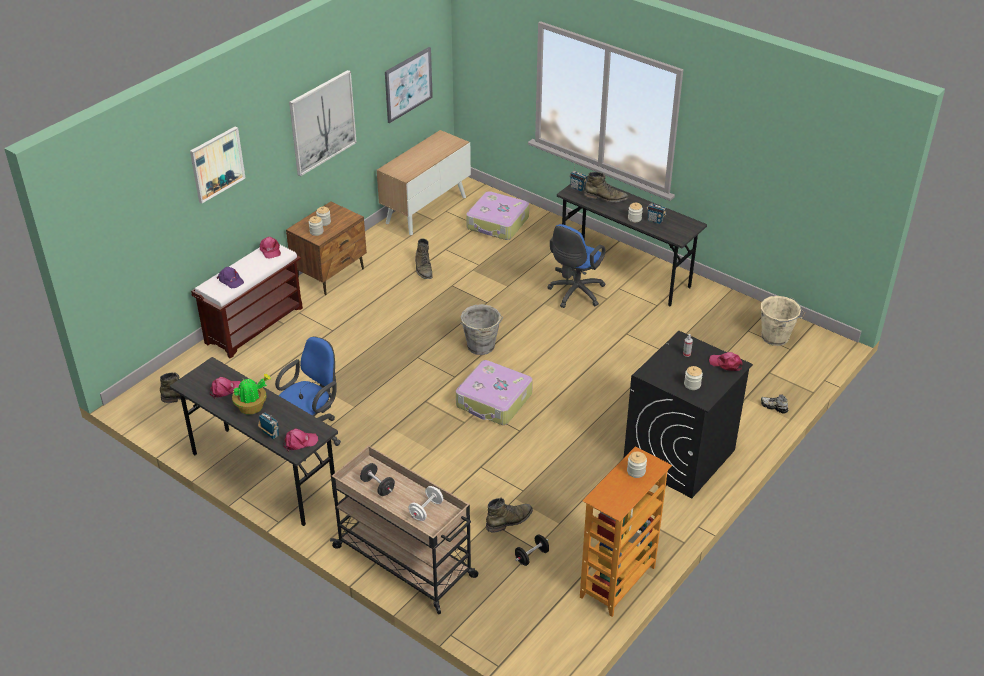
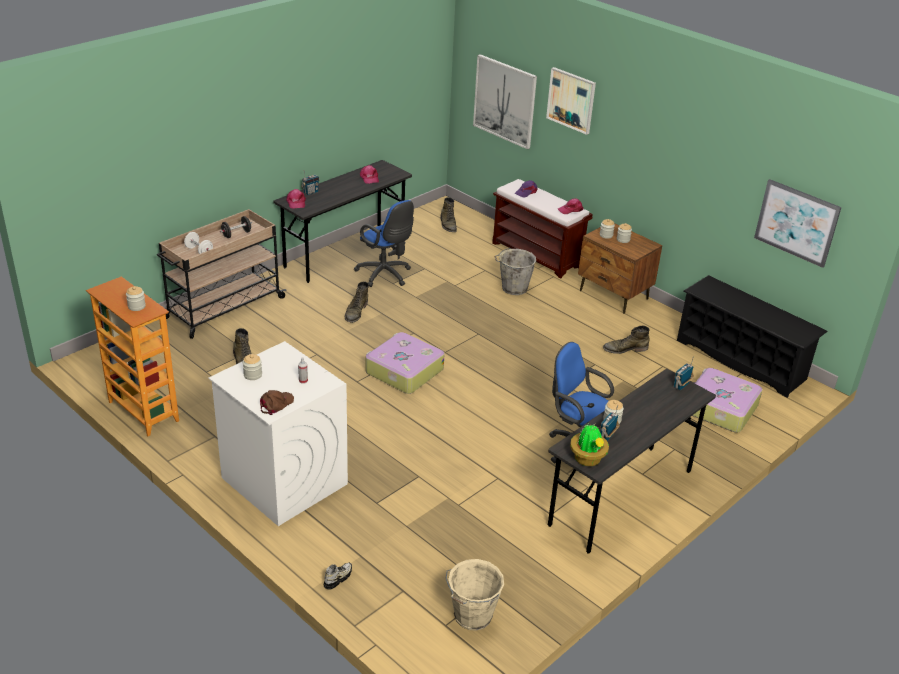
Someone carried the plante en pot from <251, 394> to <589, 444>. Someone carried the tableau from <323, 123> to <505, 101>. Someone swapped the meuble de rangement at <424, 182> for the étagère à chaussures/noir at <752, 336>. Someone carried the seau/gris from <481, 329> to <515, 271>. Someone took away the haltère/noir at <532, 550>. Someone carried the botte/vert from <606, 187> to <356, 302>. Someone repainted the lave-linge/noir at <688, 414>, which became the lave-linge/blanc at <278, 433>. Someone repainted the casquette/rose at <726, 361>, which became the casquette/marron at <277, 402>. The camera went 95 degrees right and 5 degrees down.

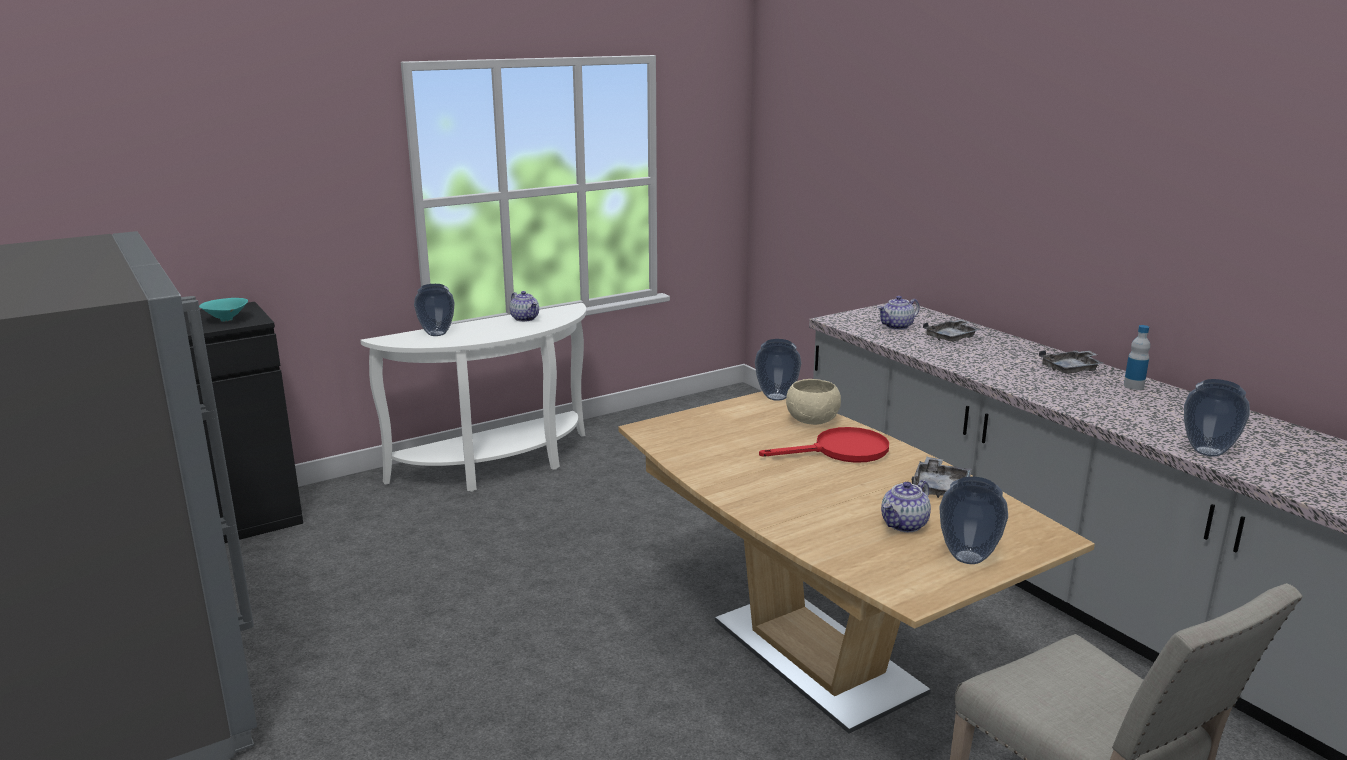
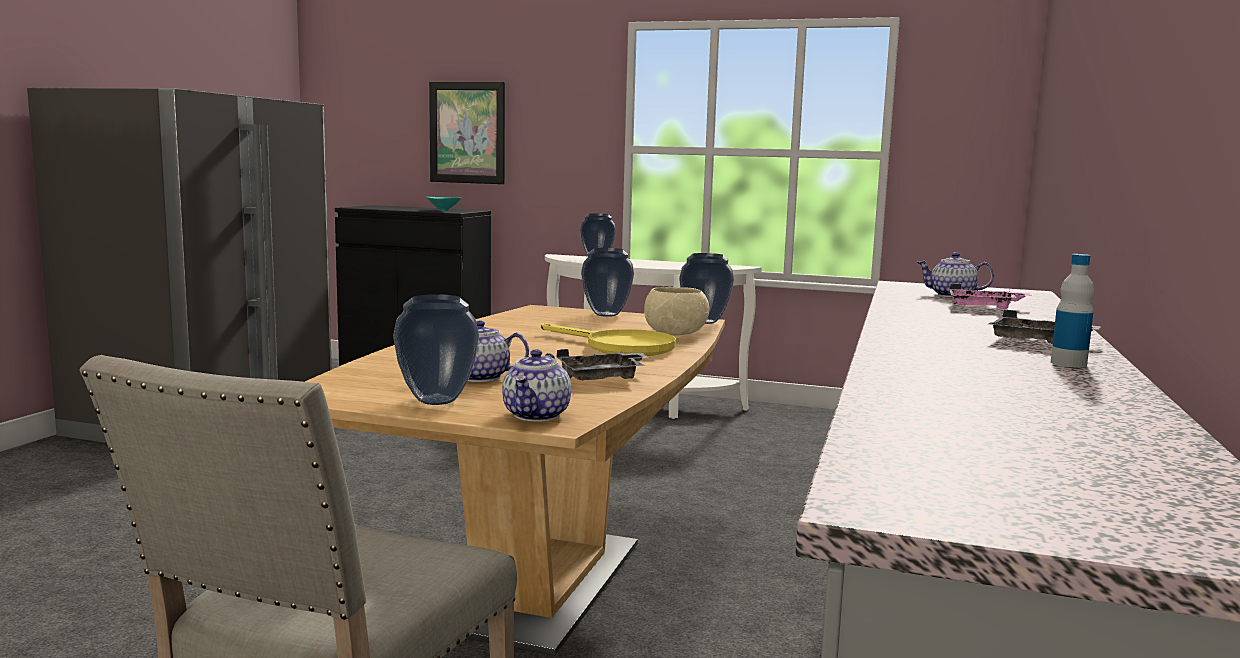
Someone carried the théière from <524, 306> to <536, 385>. Someone repainted the poêle/rouge at <824, 445>, which became the poêle/jaune at <608, 339>. Someone repainted the plateau/gris at <952, 331>, which became the plateau/rose at <990, 296>. Someone carried the vase from <1217, 417> to <607, 282>. Someone put up the tableau at <467, 133>. The camera went 50 degrees right and 10 degrees down.

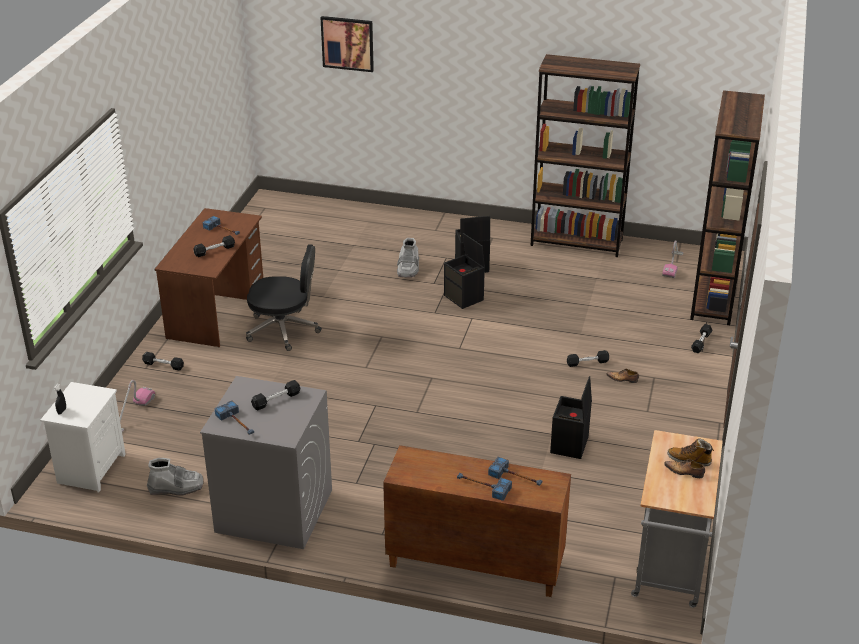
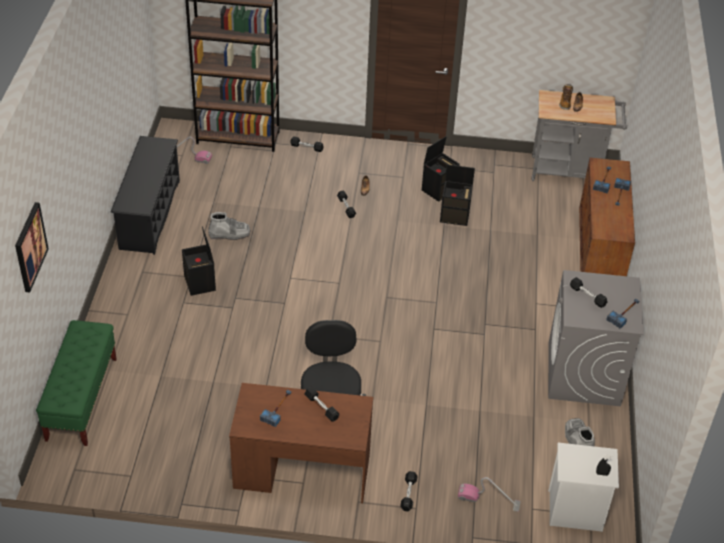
Someone carried the botte/gris from <408, 258> to <229, 226>. Someone carried the boîte de rangement/noir from <464, 271> to <441, 169>. Someone swapped the bibliothèque/marron at <585, 155> for the étagère à chaussures/noir at <145, 195>. Someone put down the banc/vert at <76, 383>. The camera went 100 degrees left and 10 degrees up.

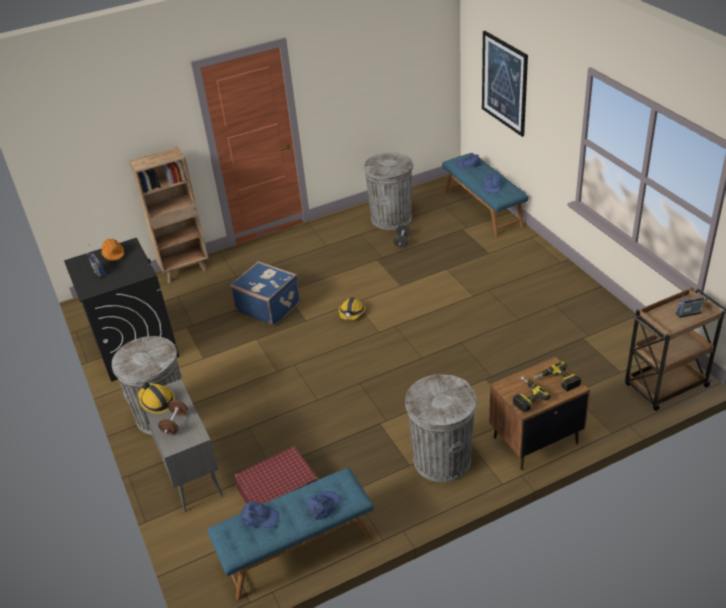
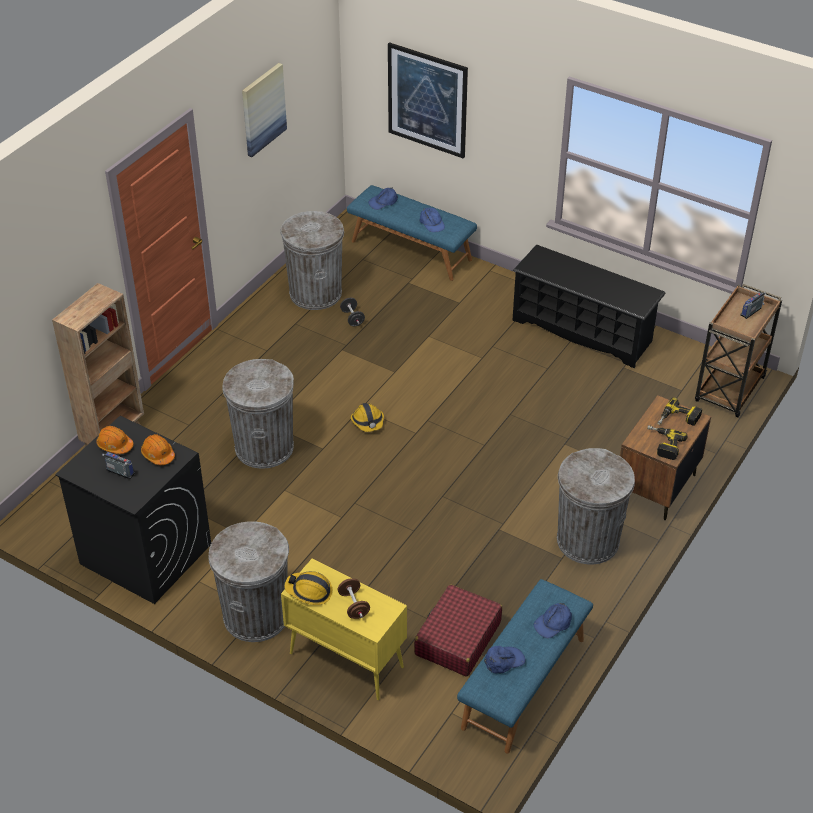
Someone repainted the meuble de rangement/gris at <182, 445>, which became the meuble de rangement/jaune at <344, 629>. Someone swapped the valise/bleu at <265, 293> for the poubelle/gris at <258, 414>. Someone rotated the casquette/bleu at <324, 505> by 135 degrees counterclockwise. Someone put down the casque de chantier/orange at <158, 449>. Someone put up the tableau at <264, 110>. Someone put down the étagère à chaussures/noir at <589, 306>. The camera went 35 degrees left and 5 degrees up.

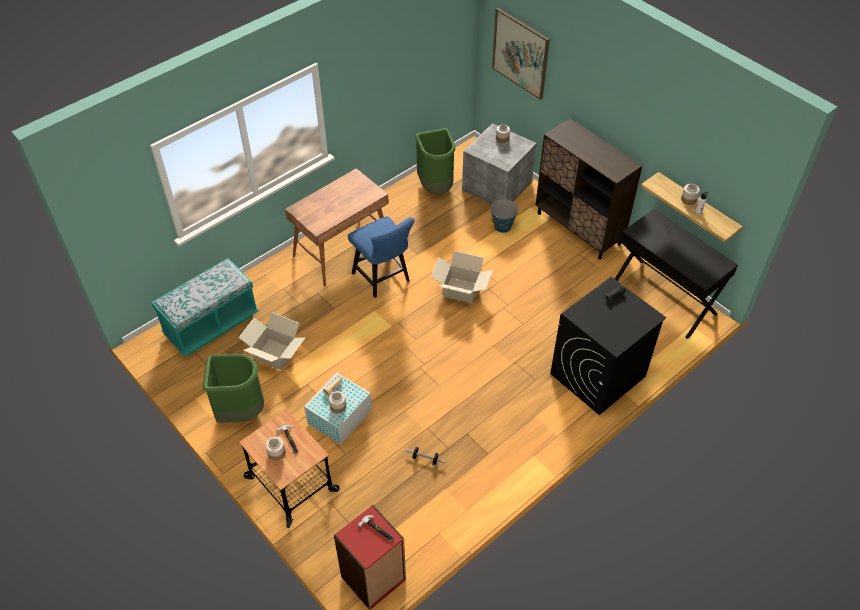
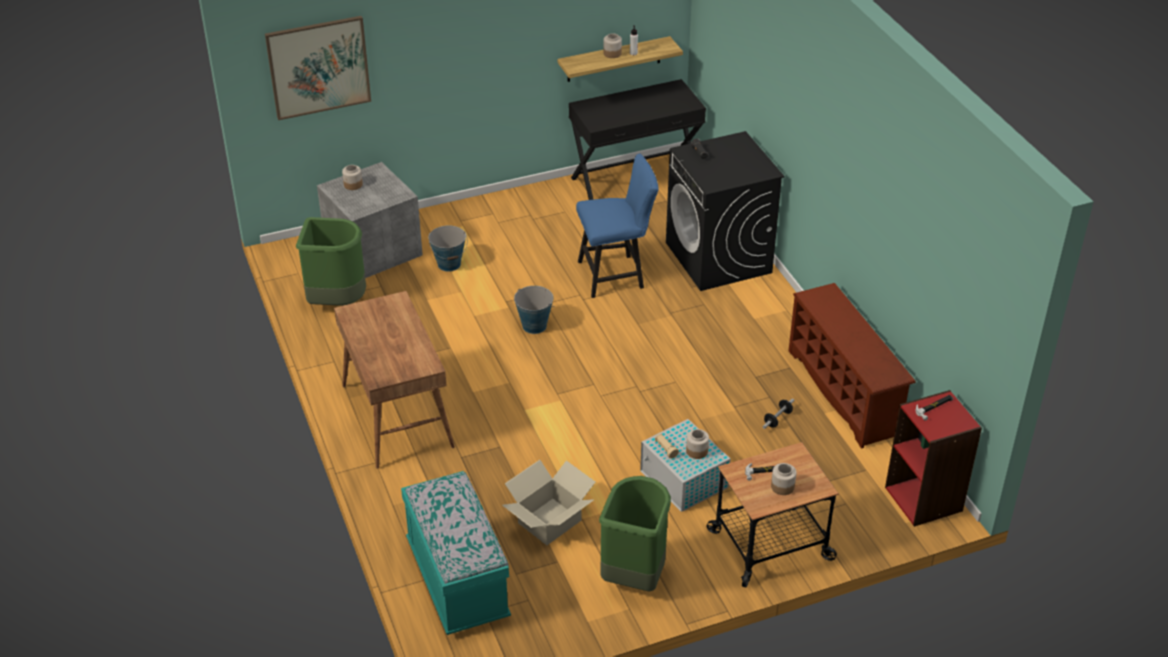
Someone carried the chaise/bleu from <381, 257> to <617, 226>. Someone swapped the carton at <462, 277> for the seau at <534, 310>. Someone took away the meuble de rangement/marron at <589, 189>. Someone put down the étagère à chaussures/marron at <852, 366>. The camera went 70 degrees left and 10 degrees down.

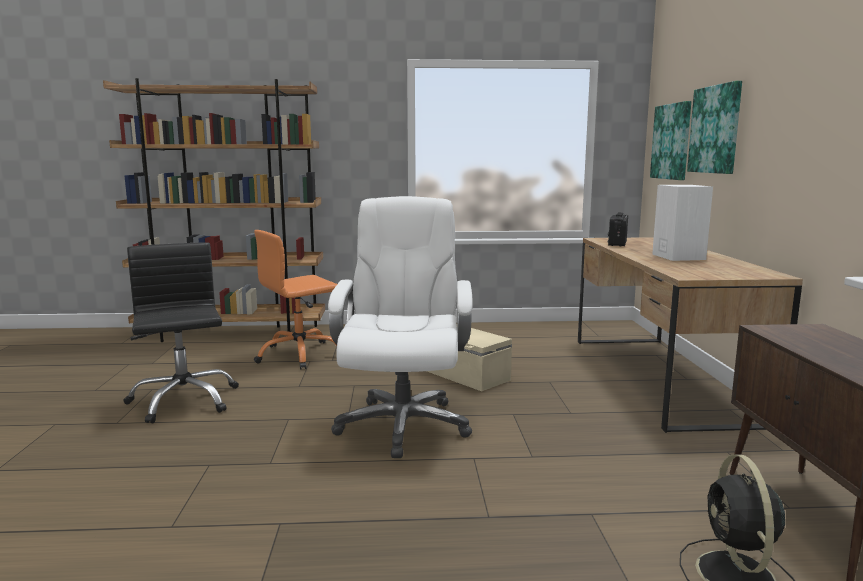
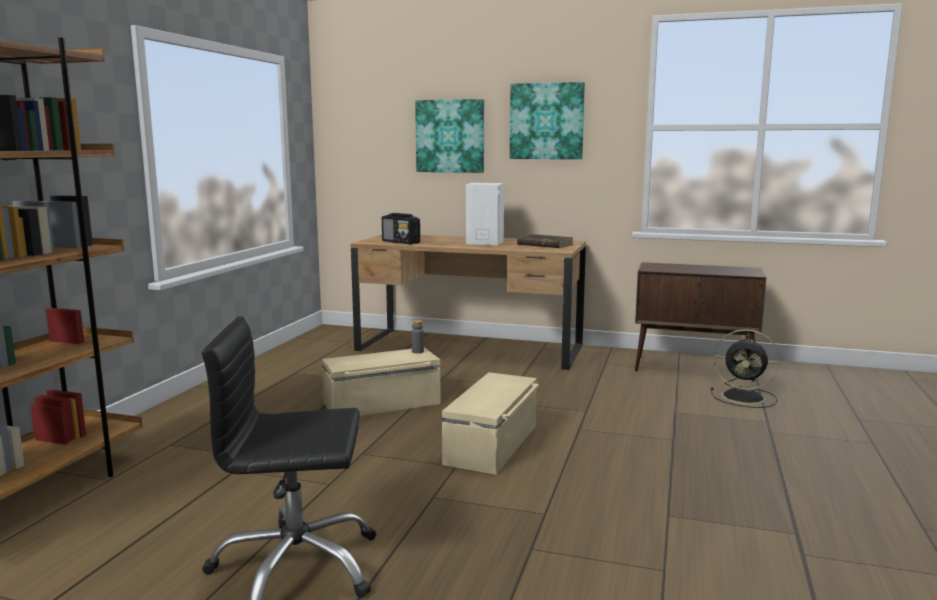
Someone took away the chaise de bureau/orange at <295, 299>. Someone swapped the chaise de bureau/blanc at <400, 327> for the boîte de rangement/beige at <490, 423>. Someone carried the tableau from <670, 140> to <547, 120>. Someone put down the bouteille/gris at <417, 336>. Someone put down the livre/marron at <545, 241>. The camera went 70 degrees left and 0 degrees up.

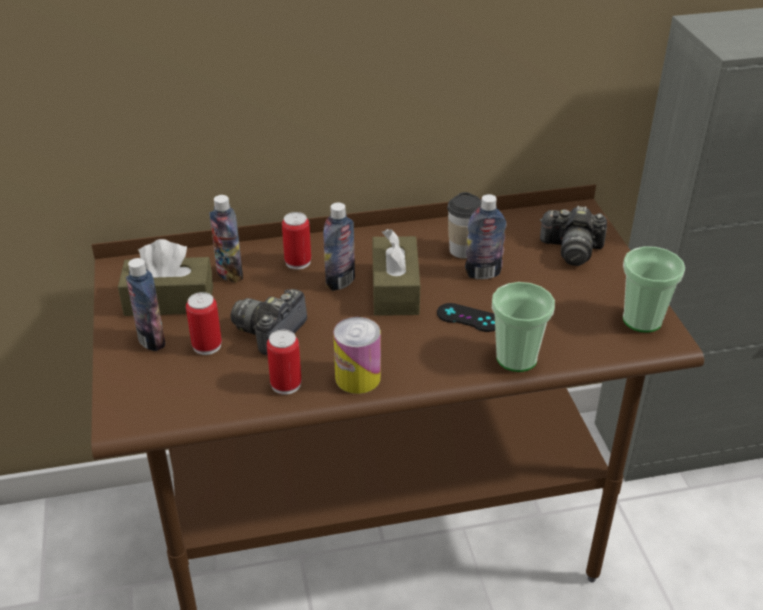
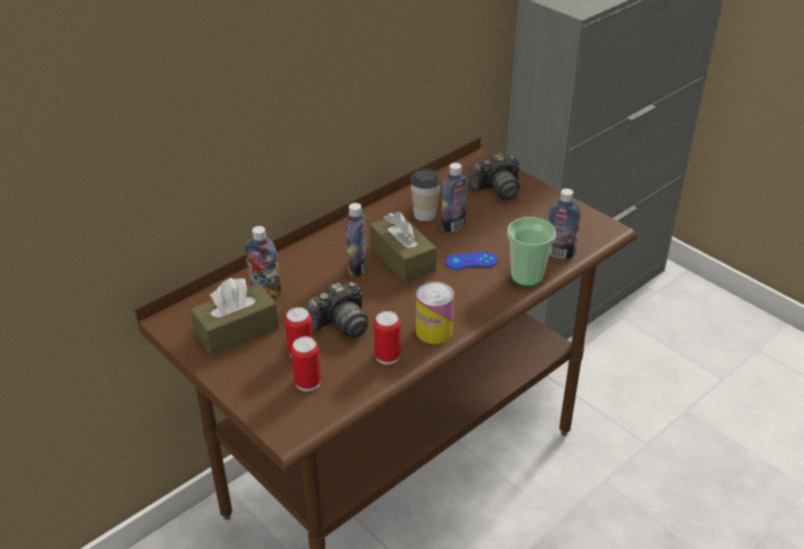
Someone carried the bouteille from <145, 304> to <564, 223>. Someone rotated the appareil photo at <269, 322> by 120 degrees counterclockwise. Someone carried the boîte métallique from <296, 241> to <306, 363>. Someone repainted the manette/noir at <466, 317>, which became the manette/bleu at <471, 261>. Someone took away the tasse at <654, 289>. The camera went 30 degrees left and 0 degrees up.

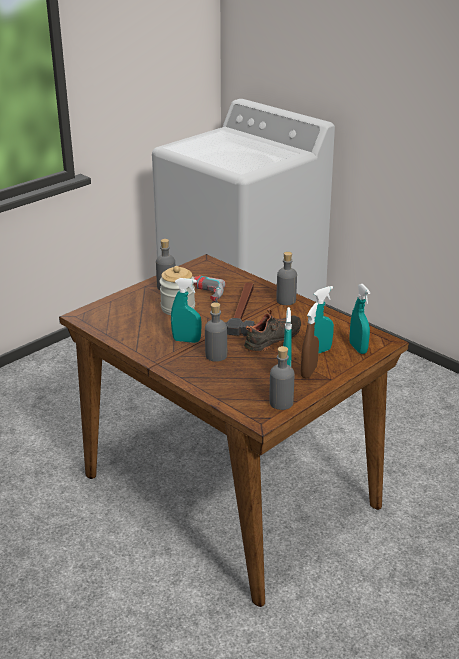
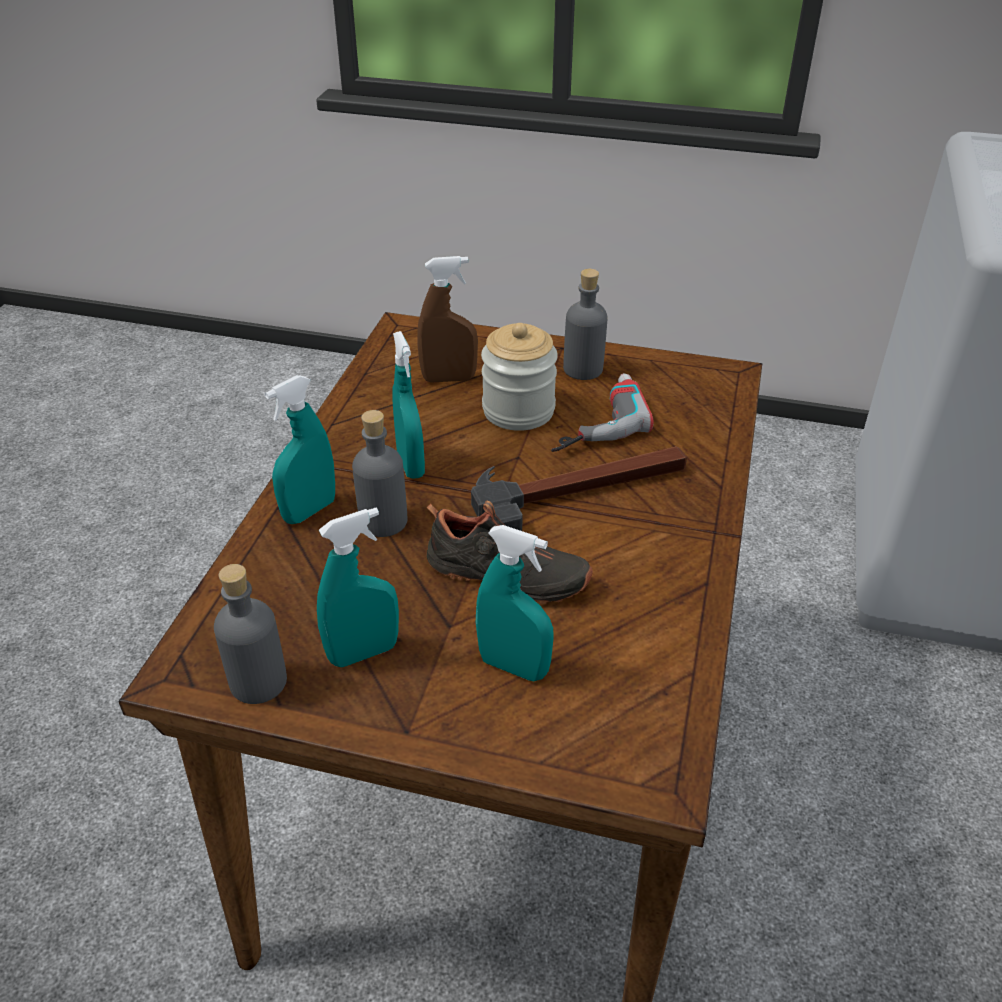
Someone took away the bouteille/gris at <286, 278>. Someone carried the vaporisateur/marron from <310, 340> to <447, 319>. Someone carried the vaporisateur/turquoise from <359, 319> to <300, 449>. The camera went 60 degrees right and 10 degrees up.

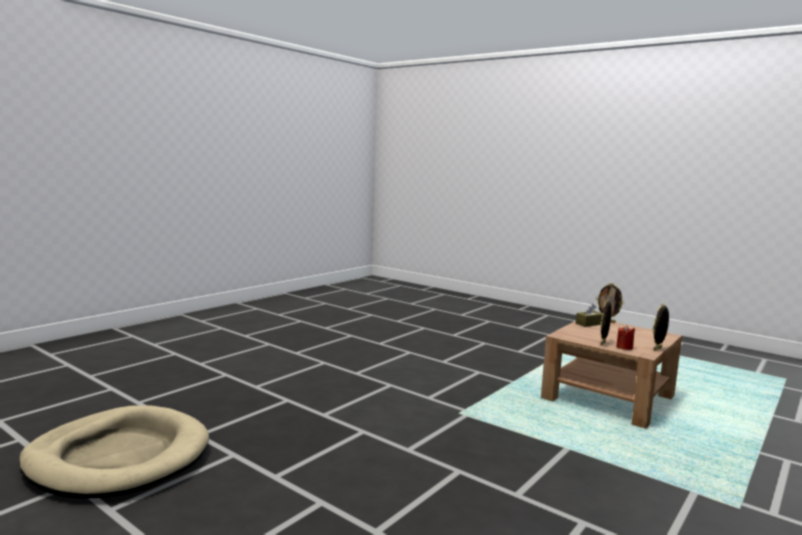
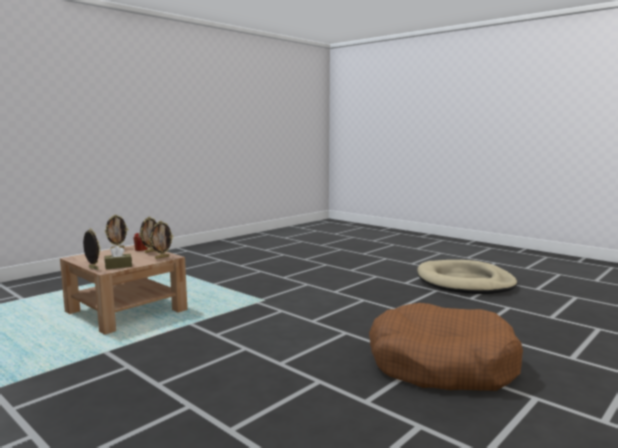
Someone put down the cadre photo at <161, 240>. Someone put down the panier pour chien/marron at <446, 347>. The camera went 175 degrees left and 0 degrees up.

